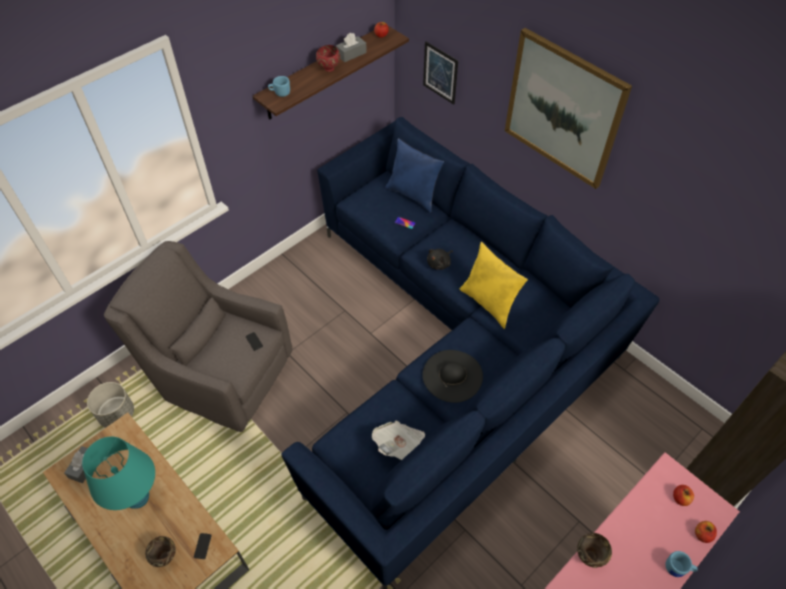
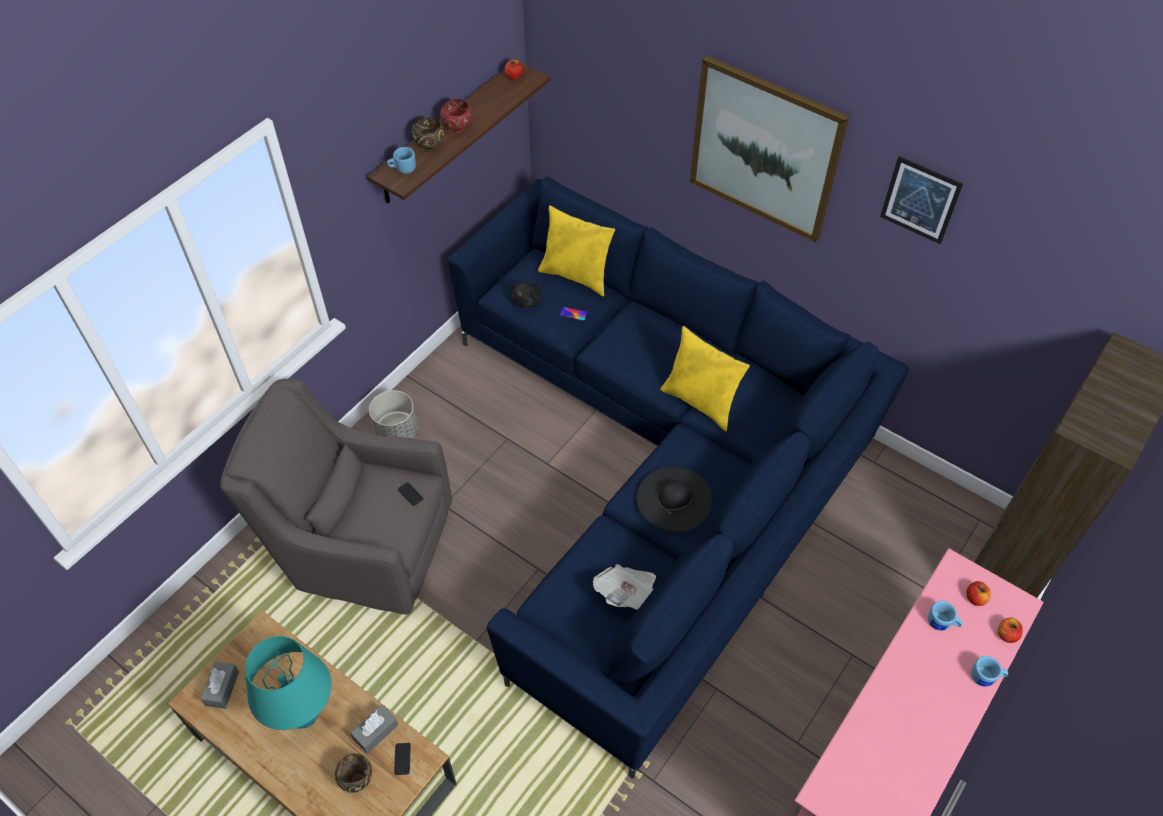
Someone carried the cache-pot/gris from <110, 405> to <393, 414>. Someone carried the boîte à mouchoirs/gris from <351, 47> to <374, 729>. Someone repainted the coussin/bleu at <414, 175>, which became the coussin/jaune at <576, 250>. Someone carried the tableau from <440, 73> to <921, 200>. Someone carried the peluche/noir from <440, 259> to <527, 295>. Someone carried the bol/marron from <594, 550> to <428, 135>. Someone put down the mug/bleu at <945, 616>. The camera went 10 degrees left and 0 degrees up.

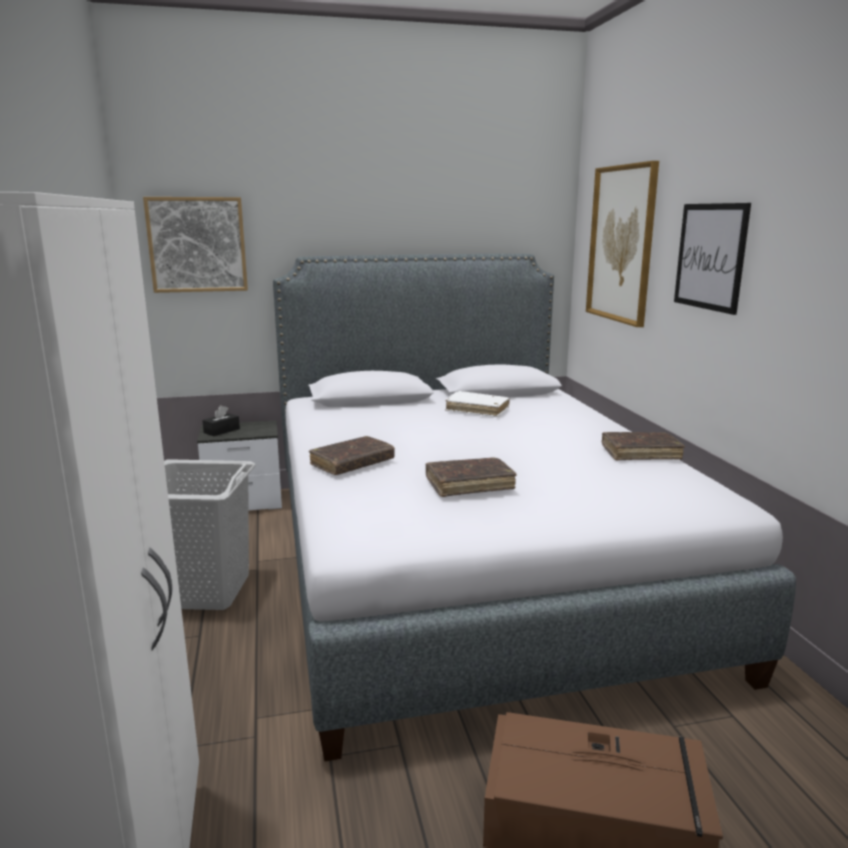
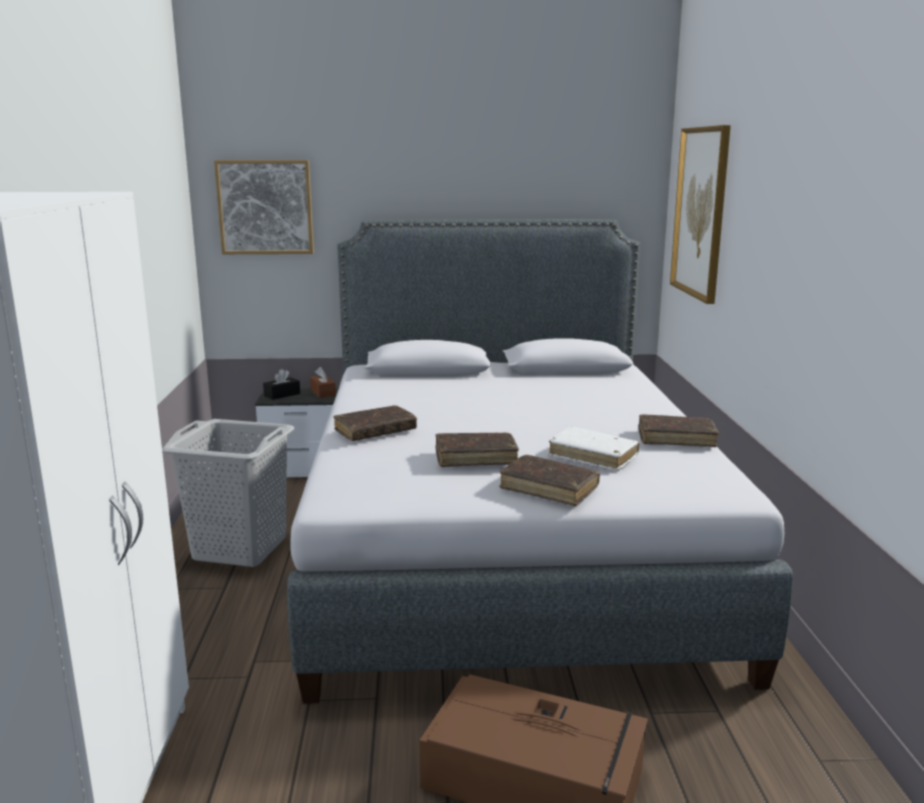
Someone carried the livre/blanc from <477, 404> to <594, 449>. Someone took away the tableau at <712, 259>. Someone put down the boîte à mouchoirs/marron at <323, 382>. Someone put down the livre/marron at <549, 480>. The camera went 10 degrees right and 0 degrees up.

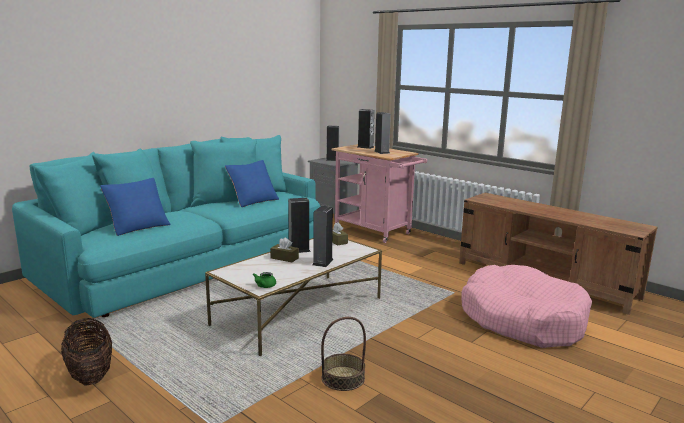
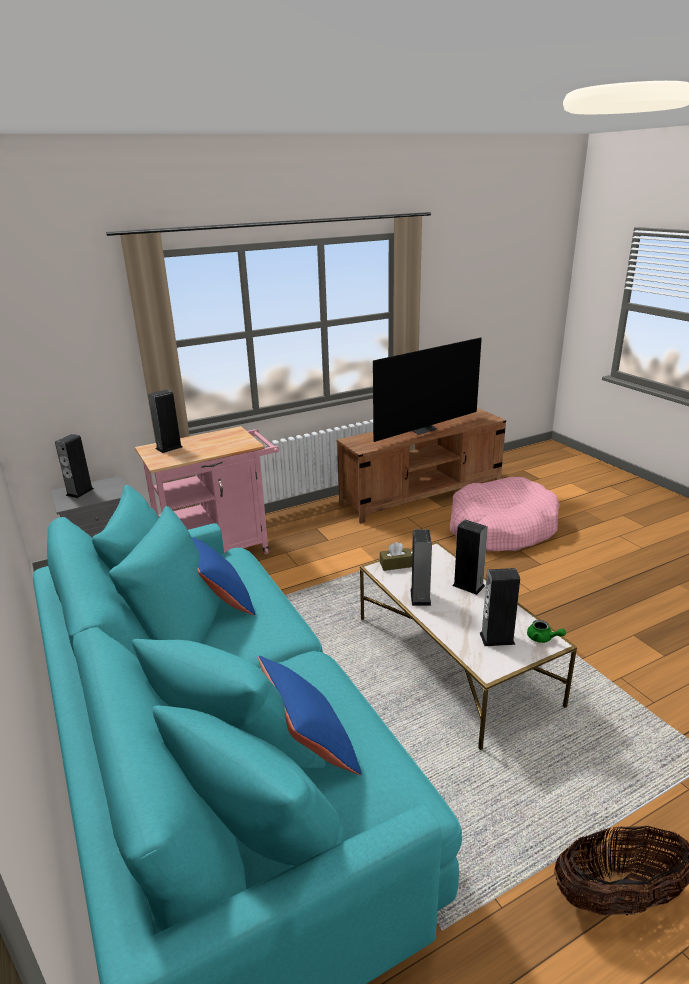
Someone took away the boîte à mouchoirs/marron at <284, 250>. Someone took away the panier at <343, 354>. Someone carried the enceinte from <382, 133> to <500, 607>. Someone put down the téléviseur at <427, 390>. The camera went 70 degrees left and 10 degrees up.

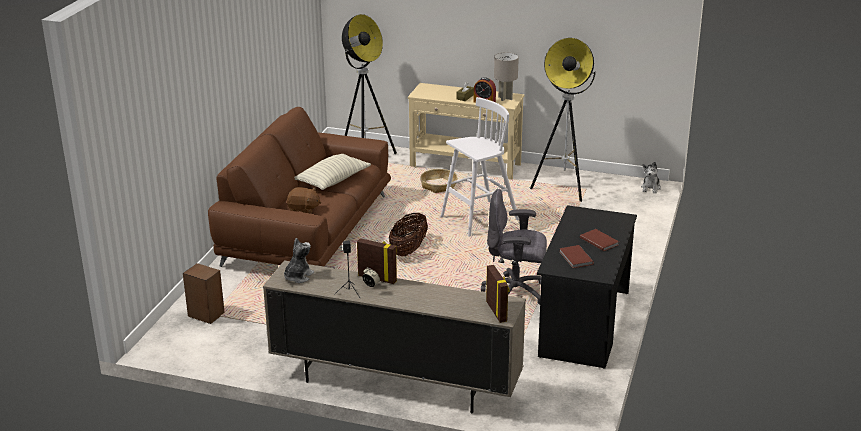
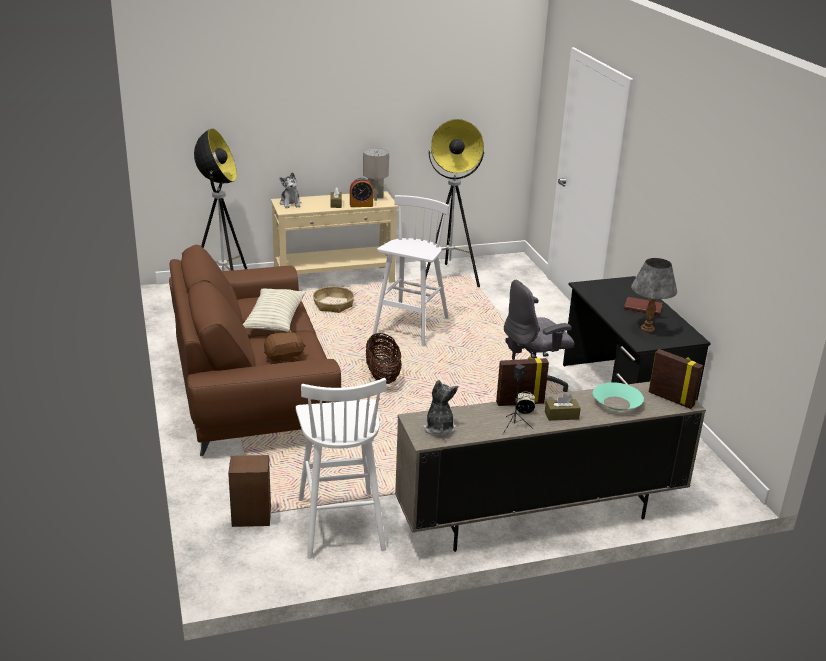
Someone swapped the livre/marron at <576, 256> for the lampe de table/gris at <654, 295>. Someone carried the peluche from <651, 177> to <290, 190>. Someone put down the tabouret/blanc at <341, 468>. Someone put down the boîte à mouchoirs/marron at <563, 407>. Someone put down the bol/turquoise at <618, 396>. The camera went 35 degrees left and 0 degrees up.

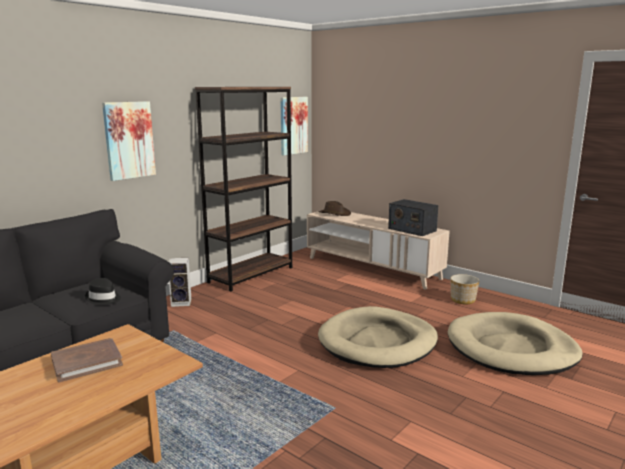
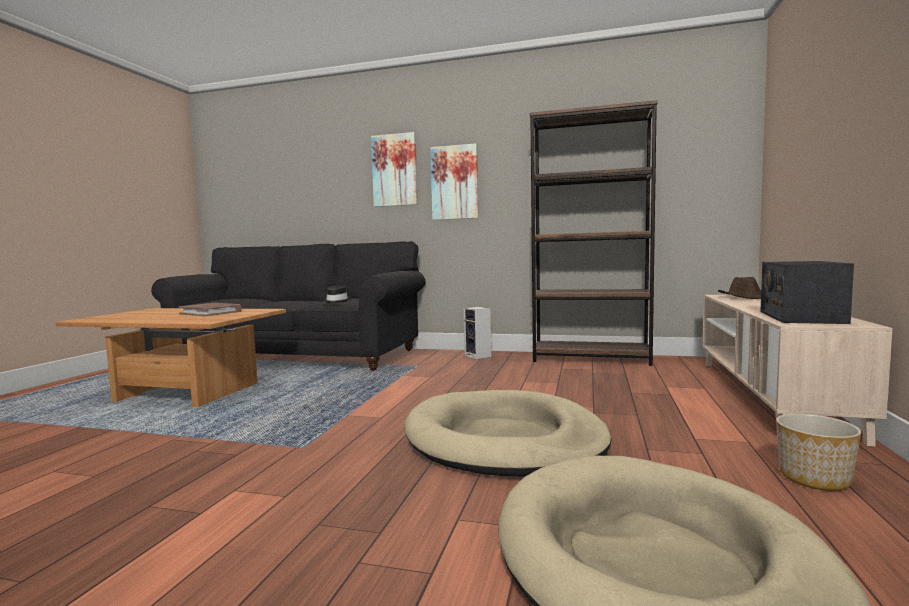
Someone carried the tableau from <294, 126> to <394, 169>. The camera went 65 degrees right and 10 degrees down.

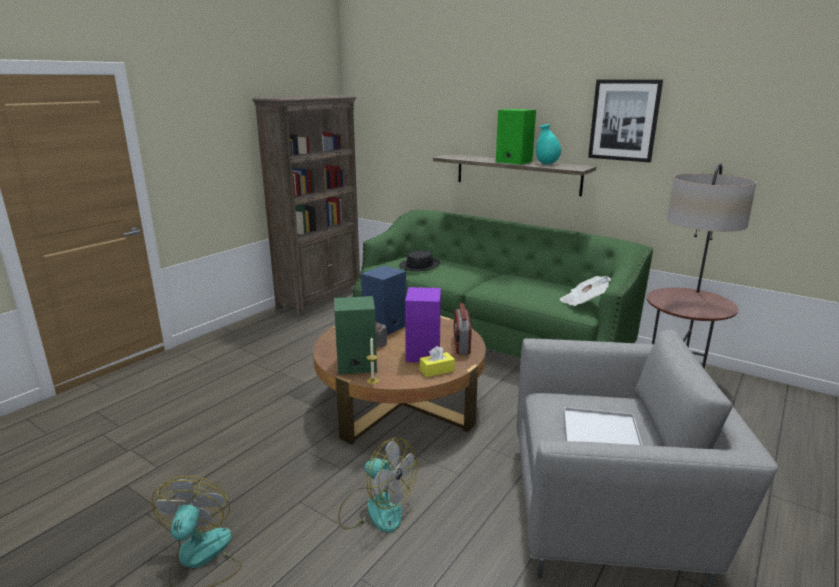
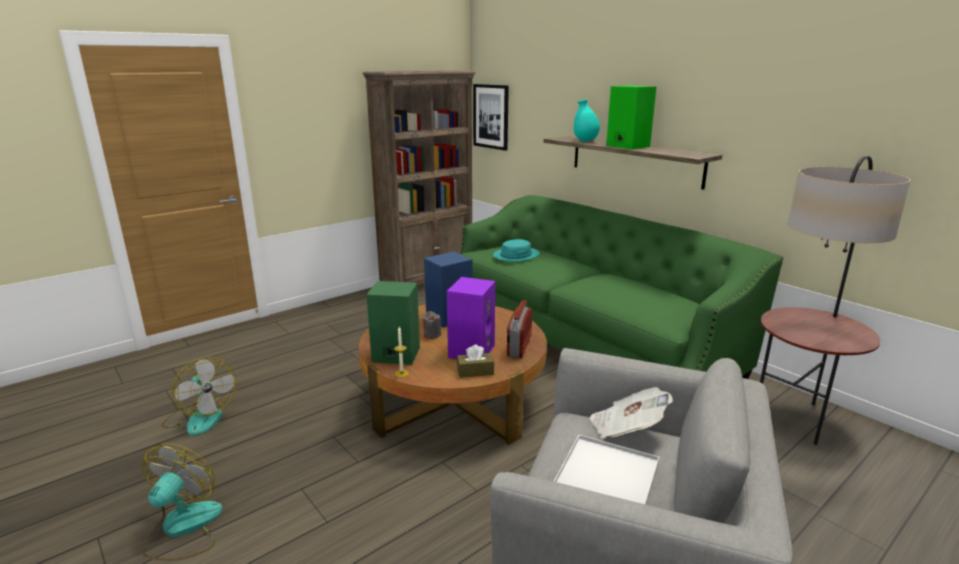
Someone carried the ventilateur from <377, 485> to <199, 396>. Someone repainted the chapeau/noir at <419, 260>, which became the chapeau/turquoise at <516, 250>. Someone repainted the boîte à mouchoirs/jaune at <437, 361>, which became the boîte à mouchoirs/marron at <475, 361>. Someone carried the vase/turquoise from <548, 144> to <587, 120>. Someone carried the journal from <585, 291> to <631, 413>. Someone carried the tableau from <625, 121> to <491, 117>. The camera went 15 degrees right and 0 degrees up.

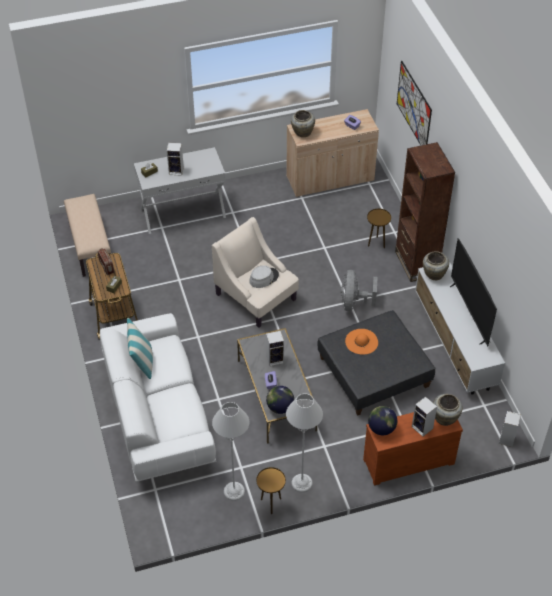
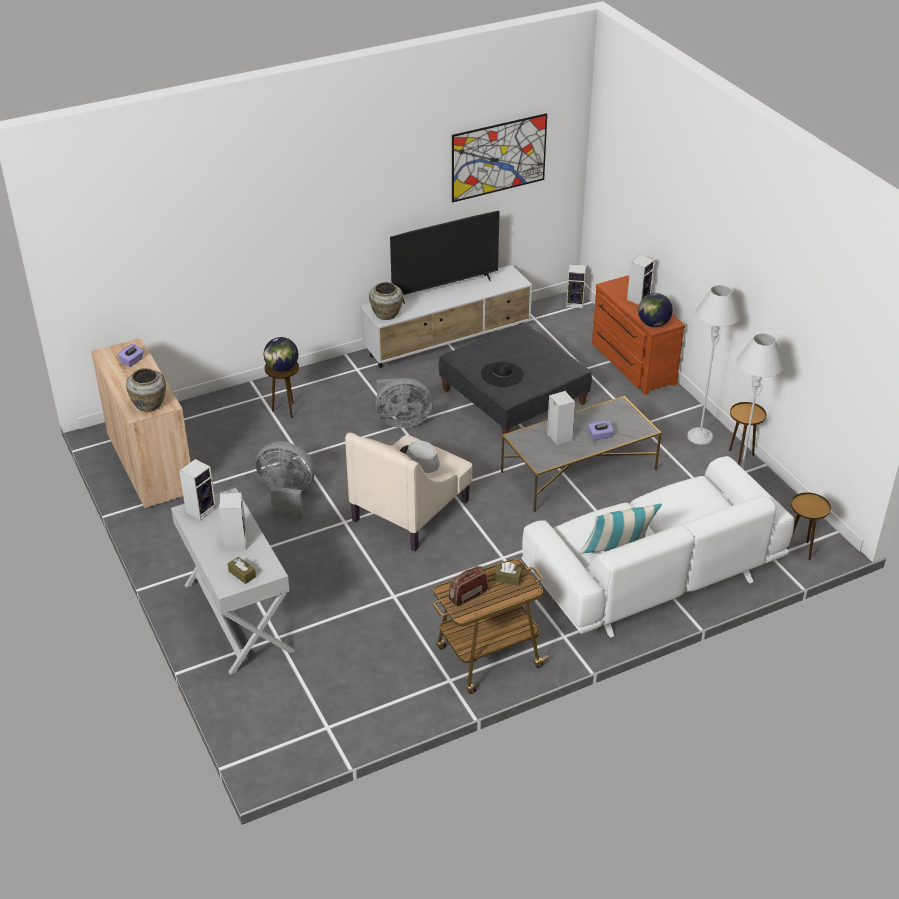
Someone took away the banc/beige at <87, 235>. Someone carried the globe from <280, 400> to <281, 354>. Someone repainted the chapeau/orange at <361, 342>, which became the chapeau/noir at <502, 374>. Someone took away the bibliothèque/marron at <425, 212>. Someone carried the tableau from <414, 103> to <499, 158>. Someone took away the vase/beige at <448, 410>. Someone put down the enceinte at <197, 489>. Someone put down the ventilateur/gris at <285, 479>. Someone put down the table d'appoint/marron at <809, 526>. The camera went 100 degrees left and 10 degrees down.

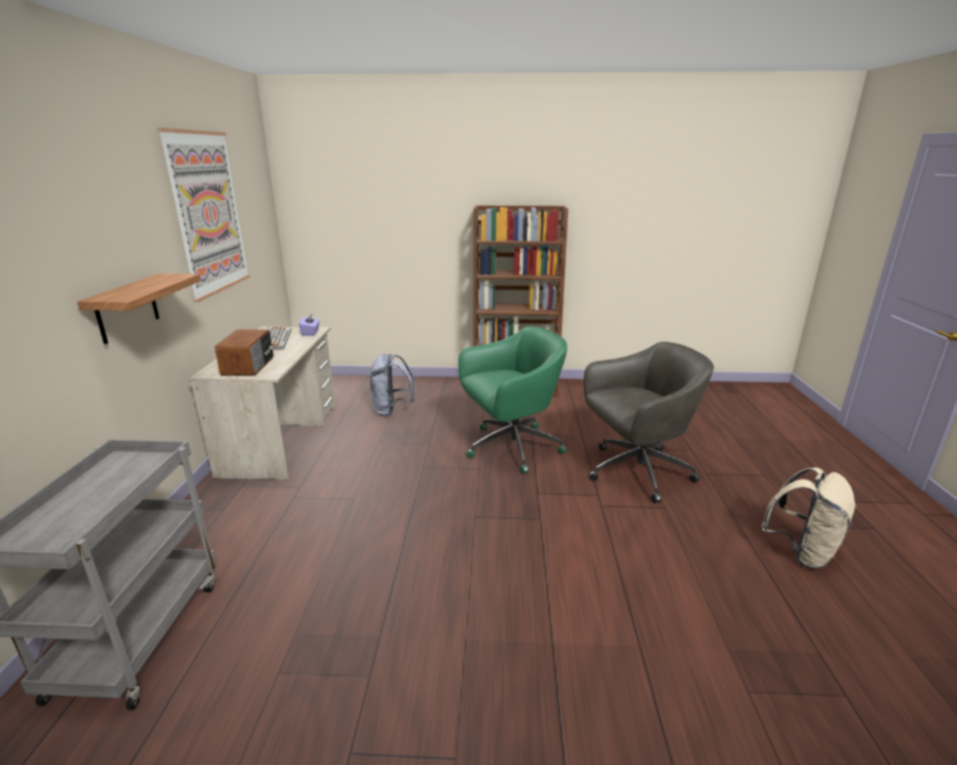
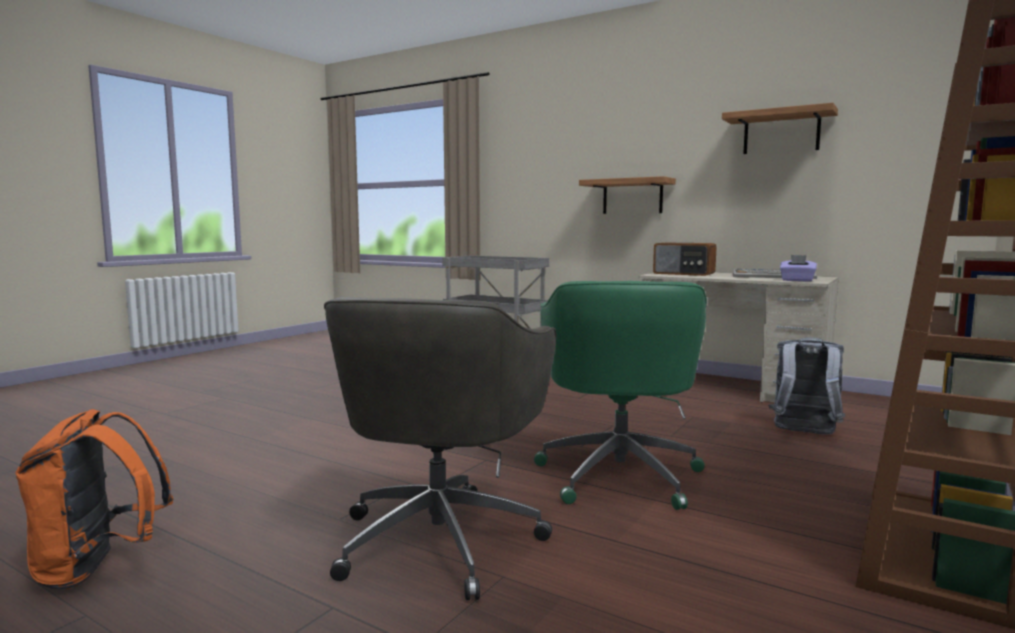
Someone swapped the tableau at <203, 215> for the étagère at <780, 128>. Someone repainted the sac à dos/beige at <809, 518>, which became the sac à dos/orange at <94, 499>. The camera went 120 degrees right and 15 degrees down.

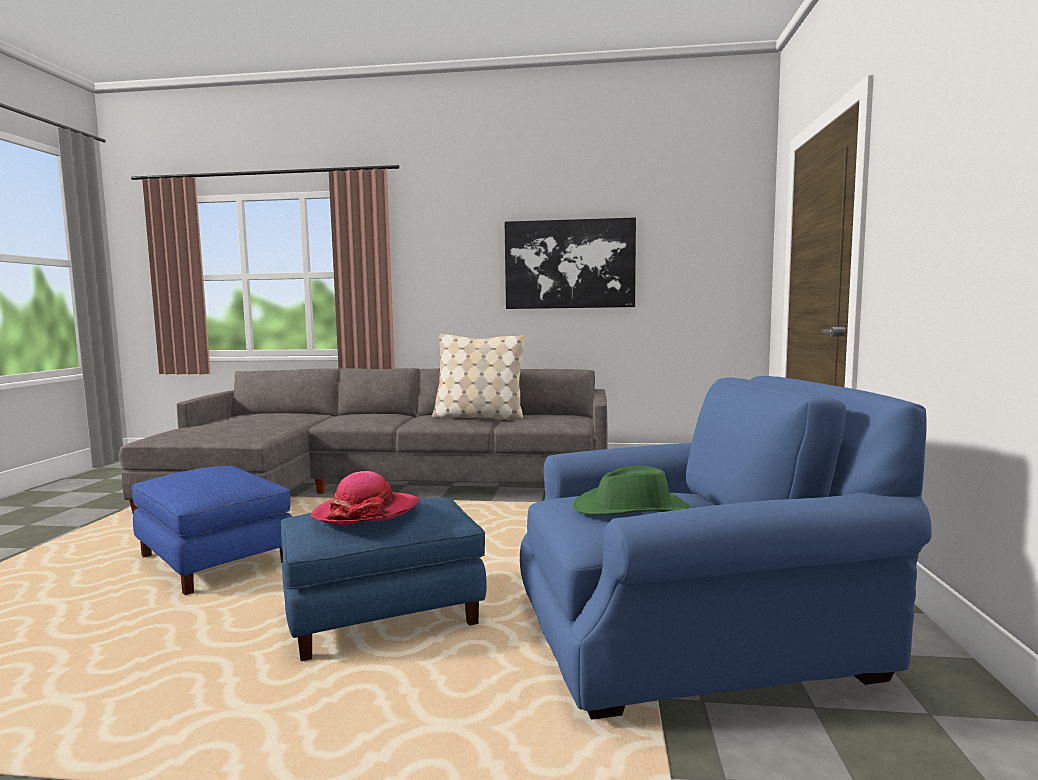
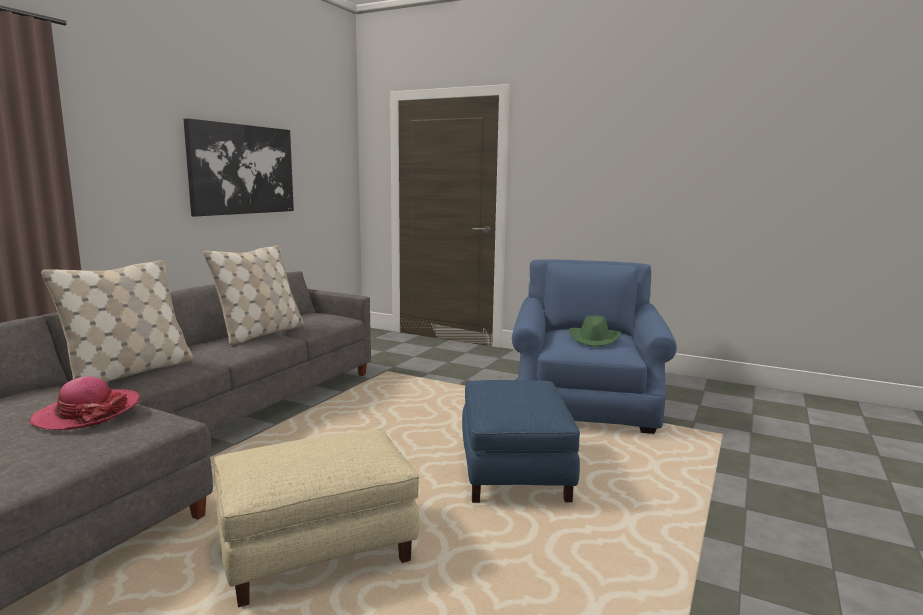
Someone repainted the pouf/bleu at <212, 530>, which became the pouf/beige at <316, 518>. Someone carried the chapeau from <365, 498> to <84, 403>. Someone put down the coussin/beige at <117, 321>. The camera went 70 degrees left and 5 degrees up.

